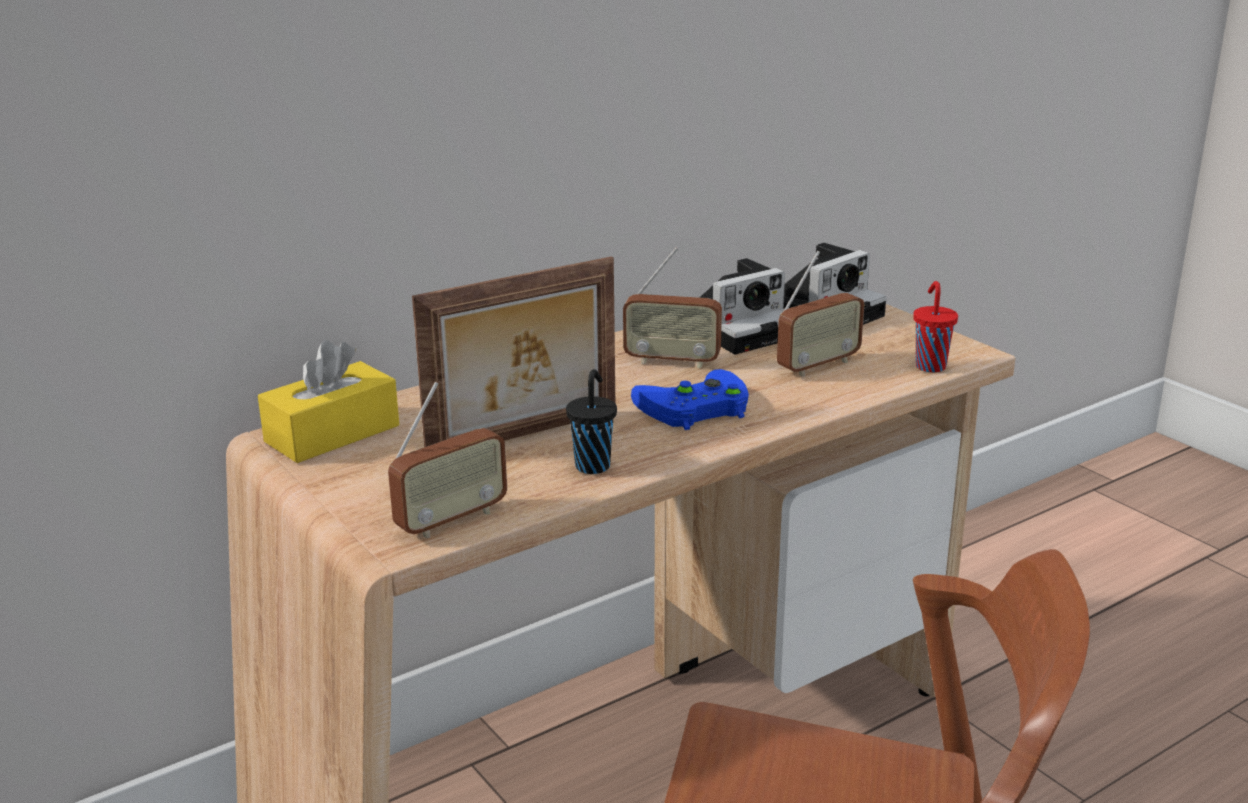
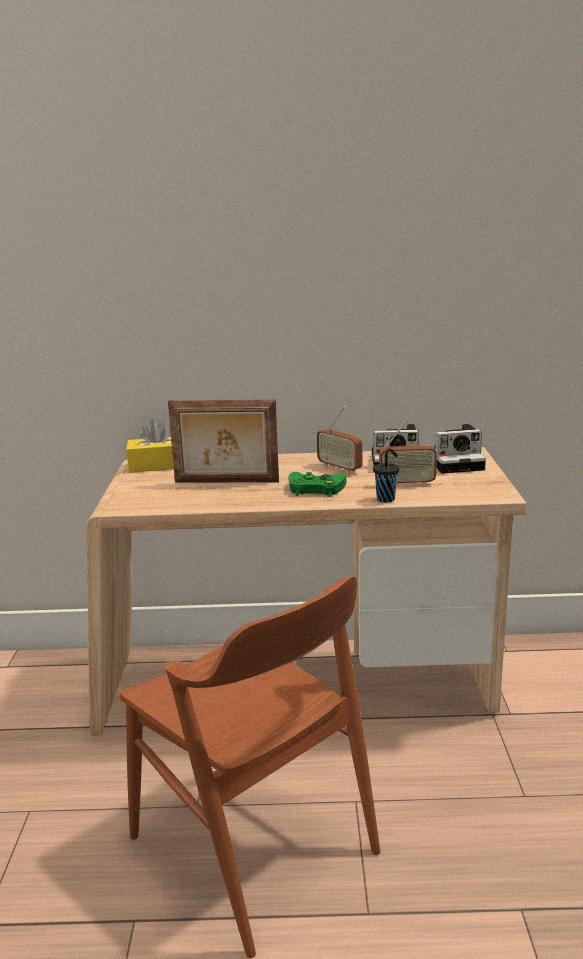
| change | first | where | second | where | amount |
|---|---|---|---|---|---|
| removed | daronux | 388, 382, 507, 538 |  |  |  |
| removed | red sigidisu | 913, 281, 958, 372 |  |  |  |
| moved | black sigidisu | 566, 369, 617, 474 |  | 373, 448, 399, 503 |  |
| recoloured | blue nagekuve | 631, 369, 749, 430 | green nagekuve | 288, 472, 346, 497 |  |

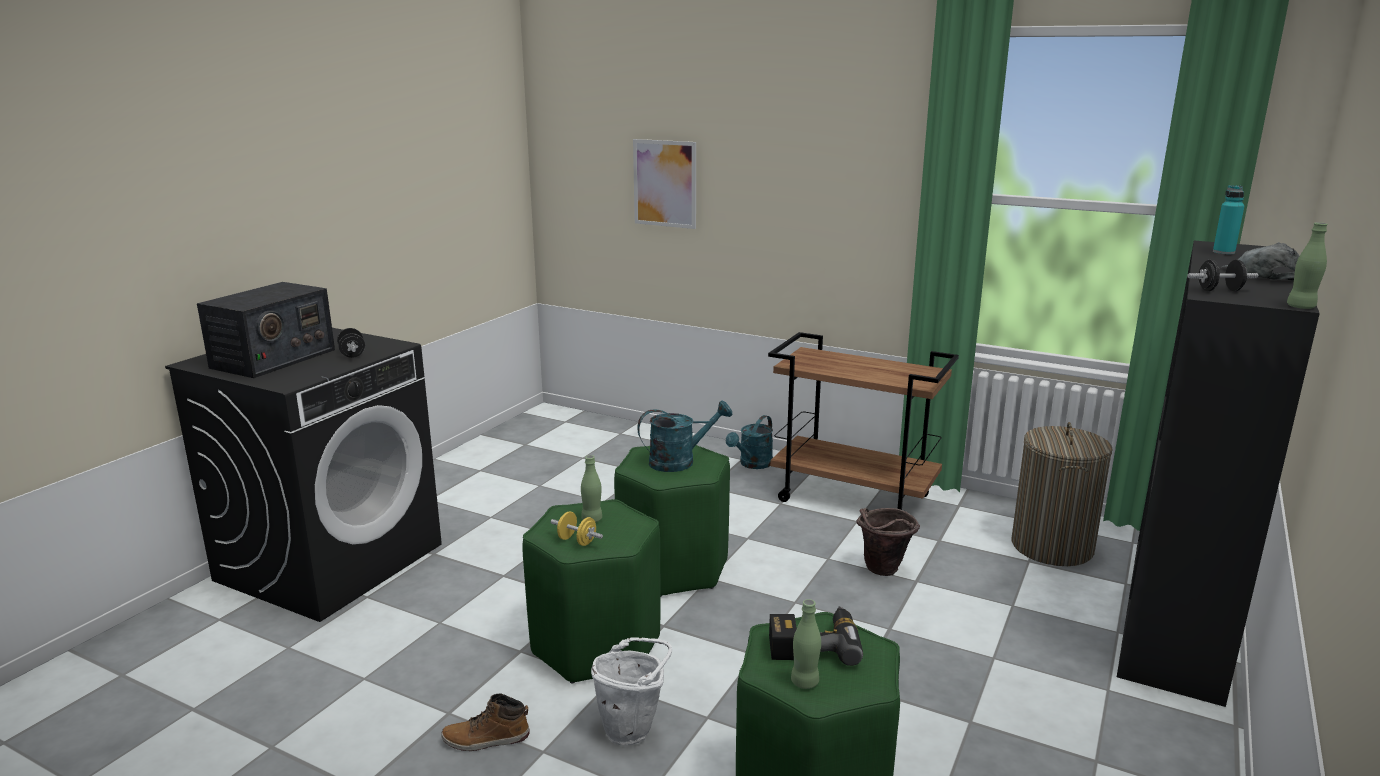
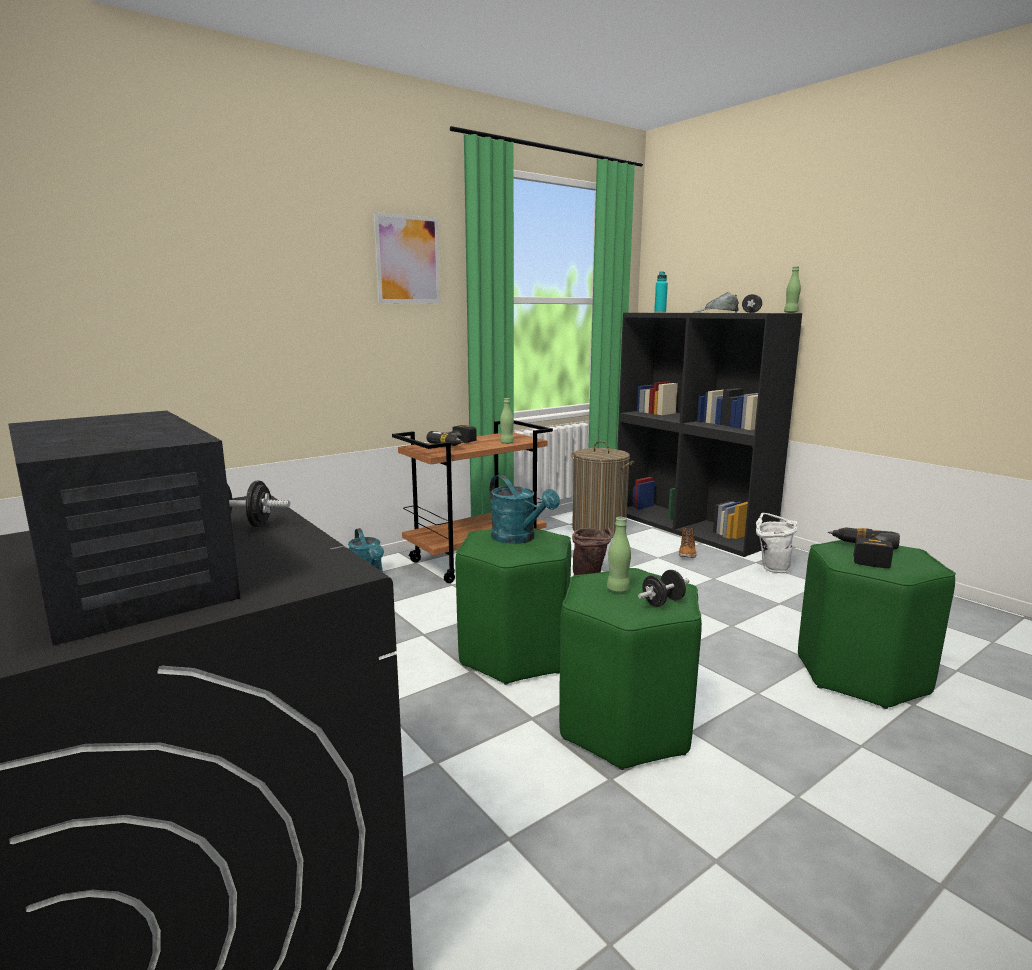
| change | first | where | second | where | amount |
|---|---|---|---|---|---|
| added |  |  | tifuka | 426, 425, 477, 446 |  |
| moved | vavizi | 441, 693, 529, 751 |  | 679, 527, 697, 558 |  |
| moved | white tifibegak | 591, 638, 672, 745 |  | 756, 513, 797, 573 |  |
| moved | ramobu | 633, 139, 696, 229 |  | 373, 212, 440, 303 |  |
| moved | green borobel | 791, 599, 821, 689 |  | 500, 398, 514, 444 |  |
| recoloured | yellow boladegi | 551, 511, 603, 546 | black boladegi | 638, 570, 689, 607 |  |
| turned | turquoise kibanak | 637, 400, 732, 472 |  | 489, 475, 560, 544 | 135 degrees clockwise |

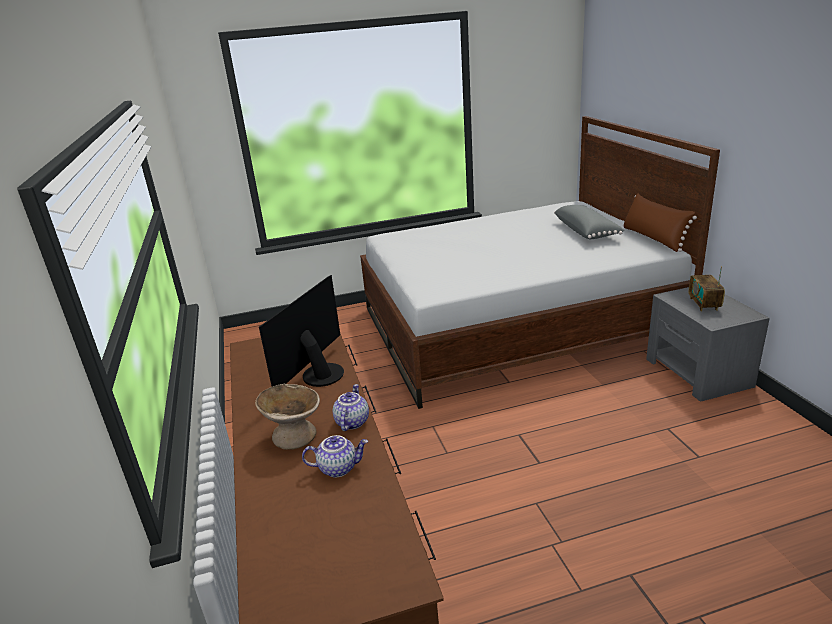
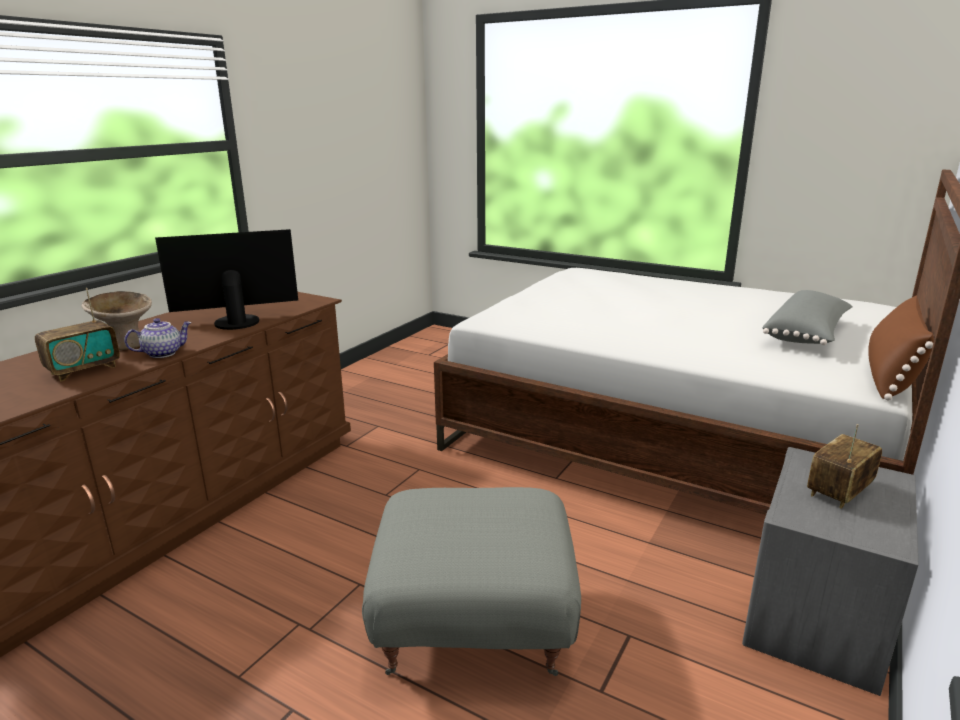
| change | first | where | second | where | amount |
|---|---|---|---|---|---|
| added |  |  | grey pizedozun | 362, 487, 581, 676 |  |
| replaced | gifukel | 302, 435, 368, 477 | daronux | 35, 288, 120, 382 |  |

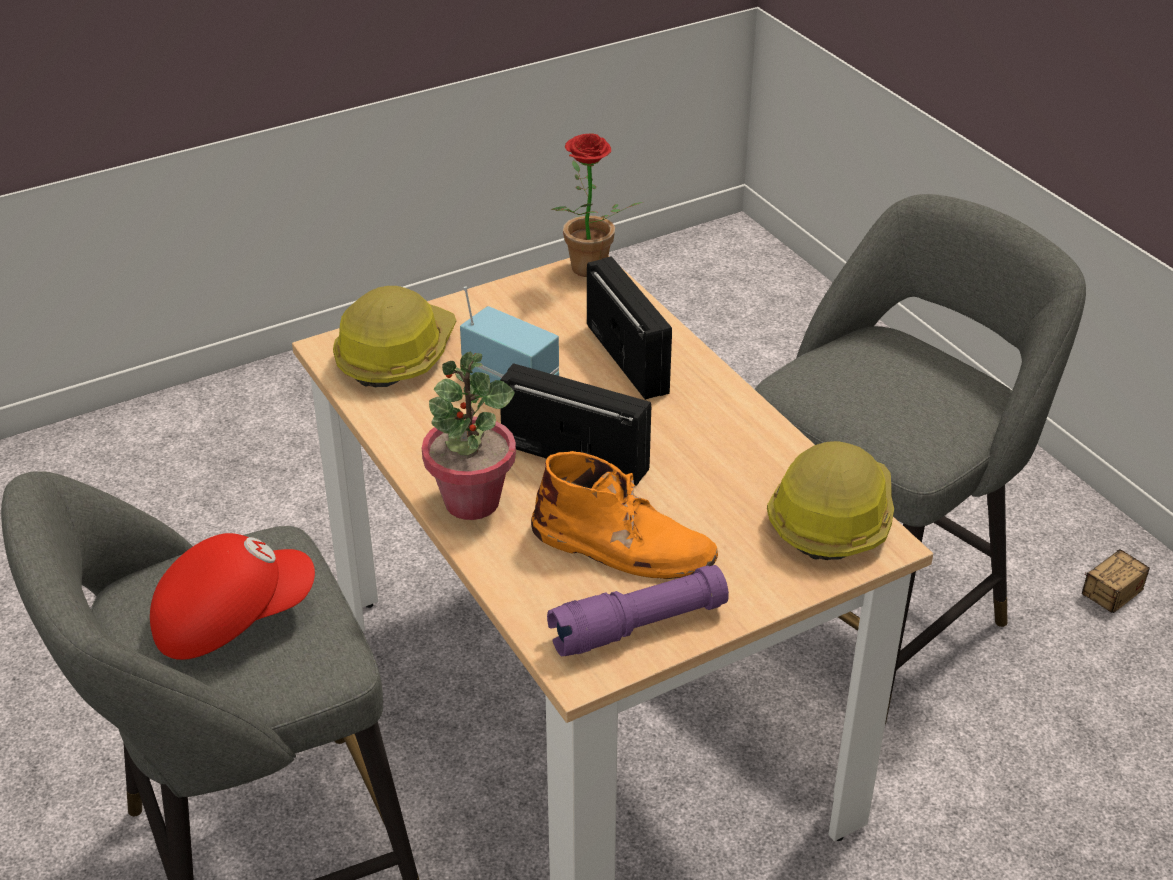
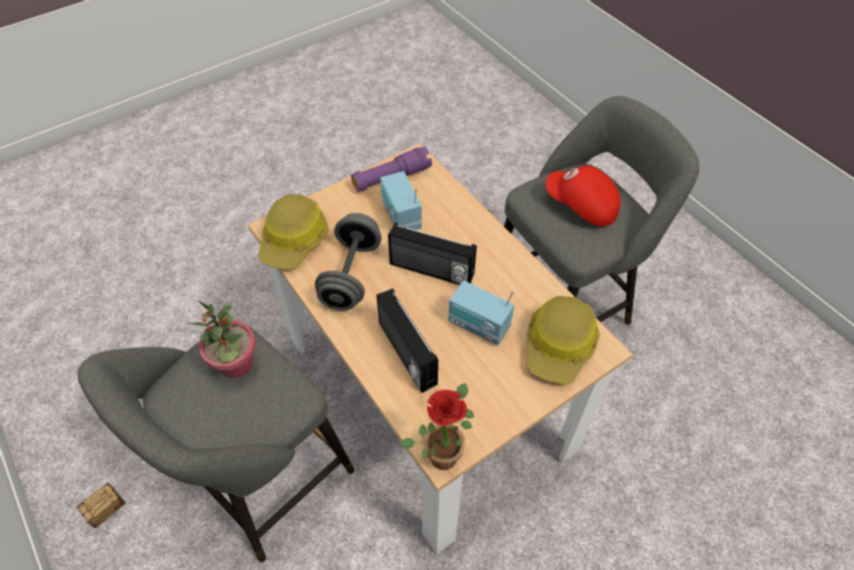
| change | first | where | second | where | amount |
|---|---|---|---|---|---|
| added |  |  | grey boladegi | 315, 213, 381, 310 |  |
| moved | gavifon | 422, 352, 516, 520 |  | 188, 301, 256, 378 |  |
| replaced | orange vavizi | 531, 451, 718, 579 | daronux | 380, 171, 422, 230 |  |
| turned | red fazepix | 150, 533, 315, 660 |  | 546, 166, 620, 226 | 60 degrees clockwise |

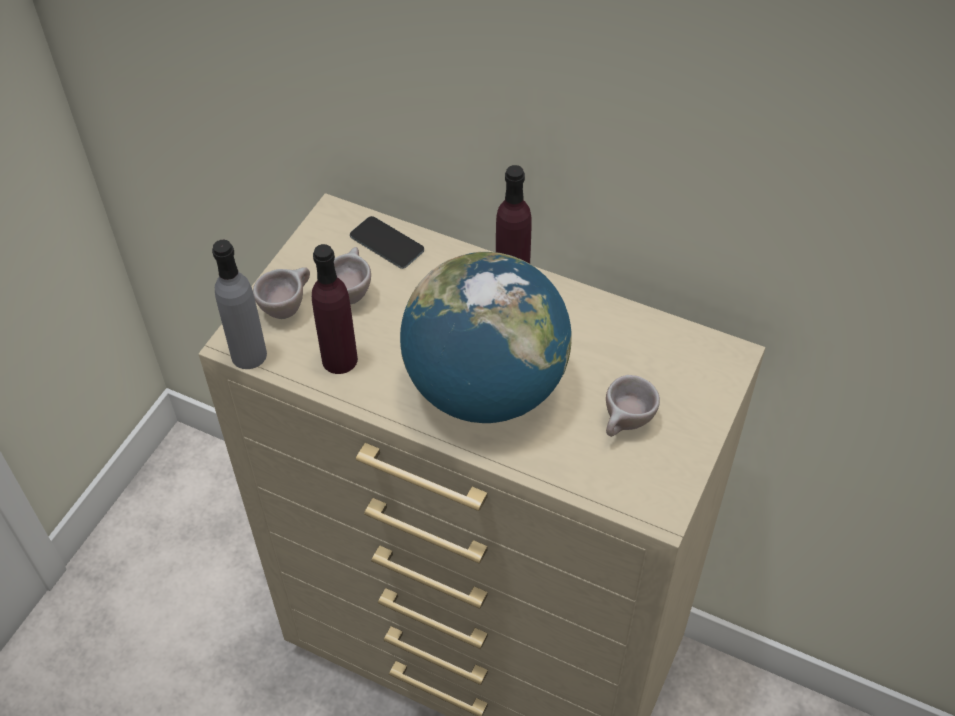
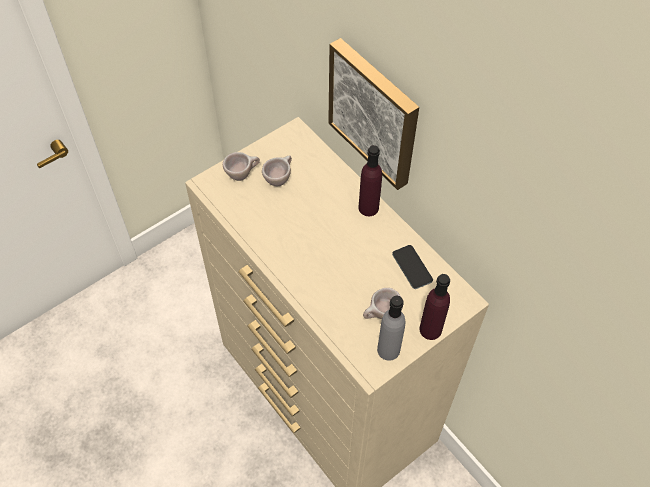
| change | first | where | second | where | amount |
|---|---|---|---|---|---|
| removed | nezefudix | 400, 252, 572, 423 |  |  |  |
| added |  |  | ramobu | 328, 38, 419, 190 |  |
| moved | grey borobel | 212, 240, 267, 369 |  | 377, 296, 405, 361 |  |
| moved | purple borobel | 312, 244, 358, 374 |  | 419, 274, 450, 340 |  |
| moved | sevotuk | 350, 216, 424, 269 |  | 392, 245, 433, 289 |  |

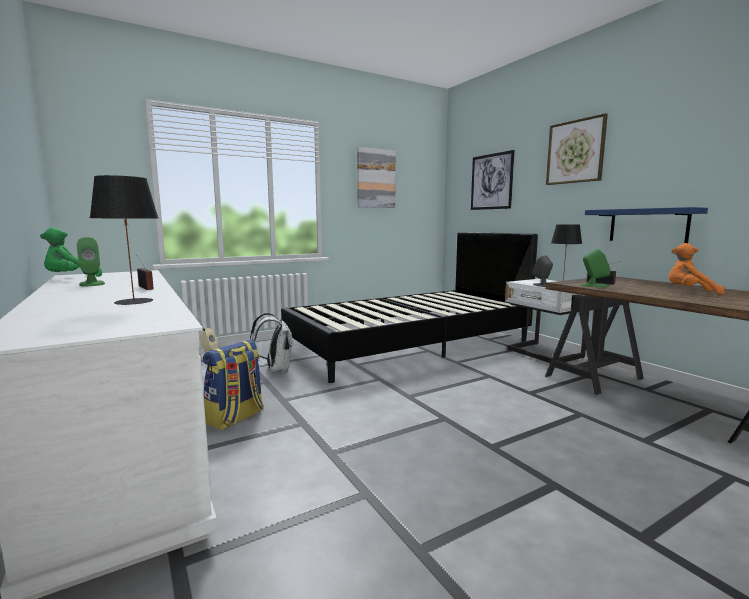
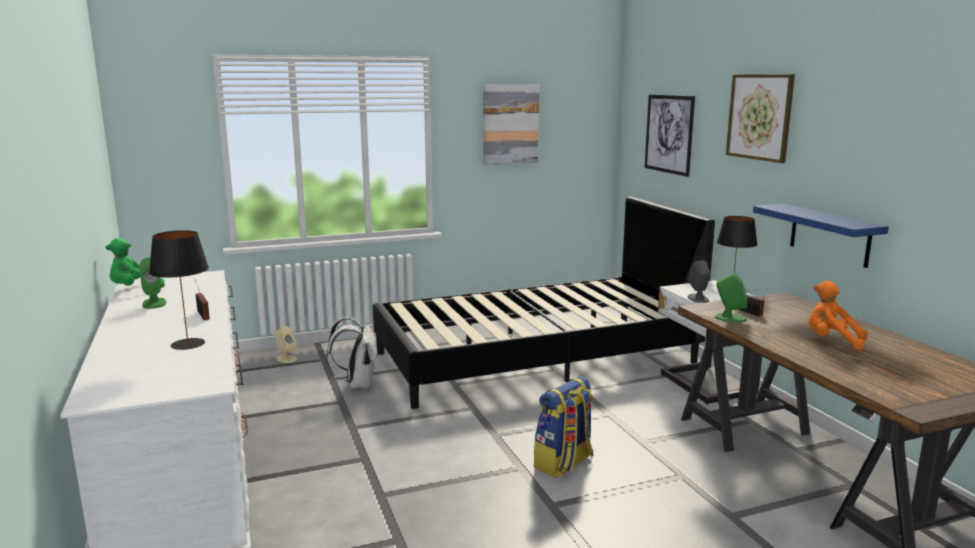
| change | first | where | second | where | amount |
|---|---|---|---|---|---|
| moved | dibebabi | 203, 340, 263, 430 |  | 534, 376, 593, 478 |  |

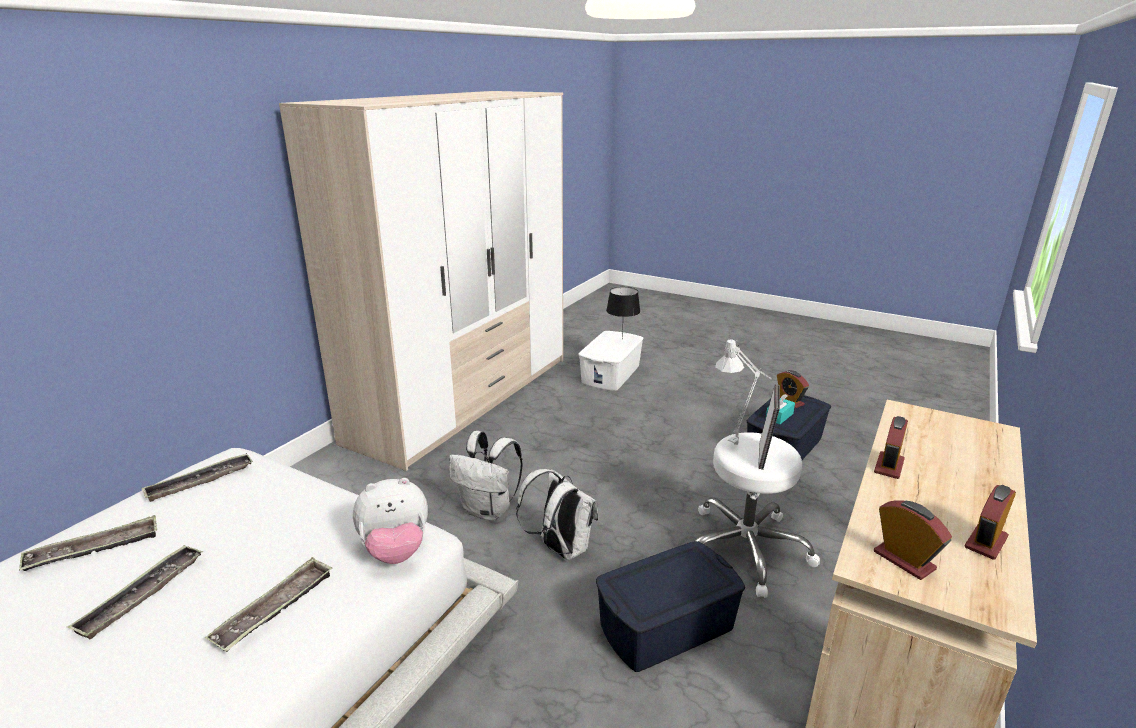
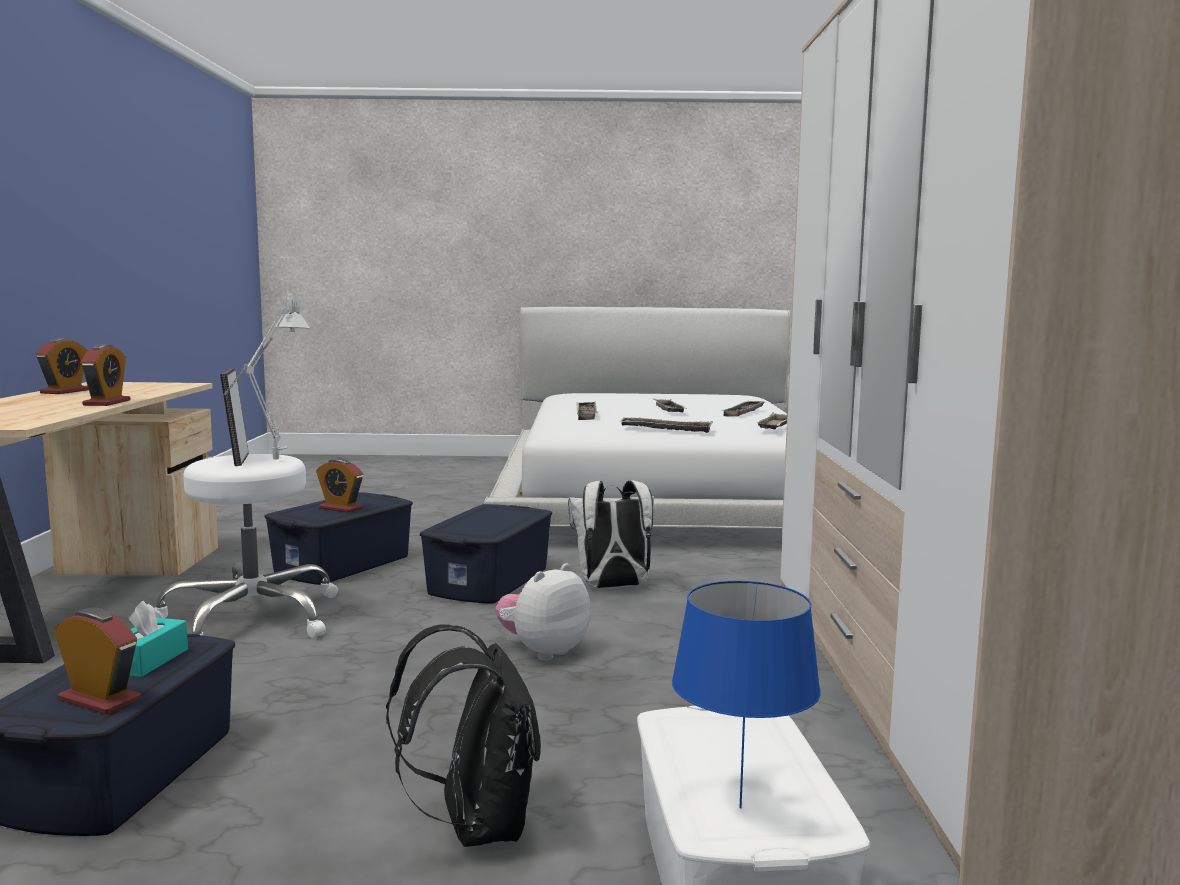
| change | first | where | second | where | amount |
|---|---|---|---|---|---|
| added |  |  | black dibebabi | 386, 624, 541, 847 |  |
| added |  |  | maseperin | 620, 418, 713, 433 |  |
| moved | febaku | 353, 478, 428, 564 |  | 495, 563, 590, 661 |  |
| moved | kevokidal | 874, 500, 952, 580 |  | 316, 458, 363, 513 |  |
| replaced | white dibebabi | 516, 469, 598, 560 | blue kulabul | 420, 504, 552, 604 |  |
| recoloured | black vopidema | 606, 287, 640, 339 | blue vopidema | 672, 581, 821, 808 |  |

